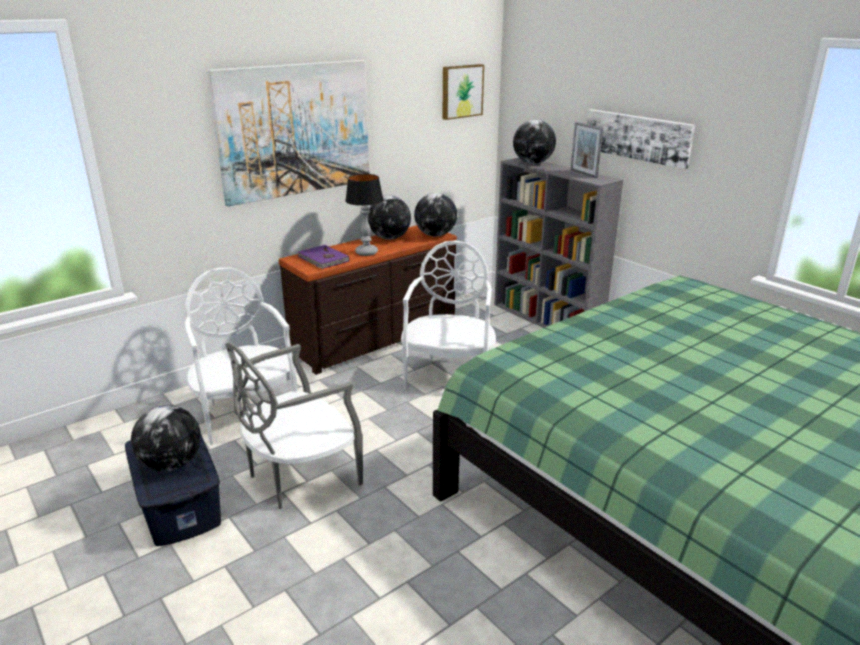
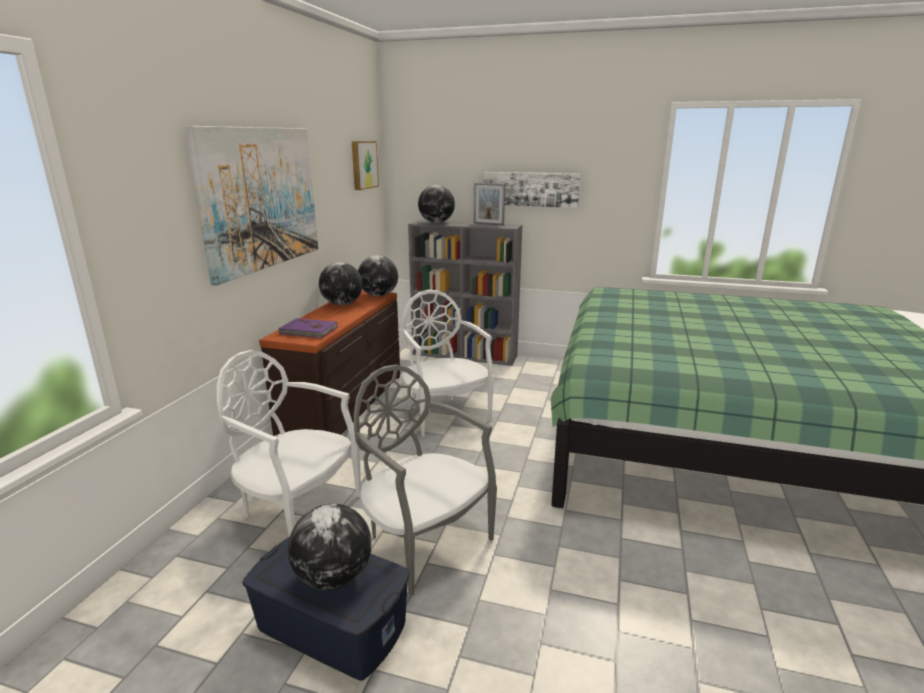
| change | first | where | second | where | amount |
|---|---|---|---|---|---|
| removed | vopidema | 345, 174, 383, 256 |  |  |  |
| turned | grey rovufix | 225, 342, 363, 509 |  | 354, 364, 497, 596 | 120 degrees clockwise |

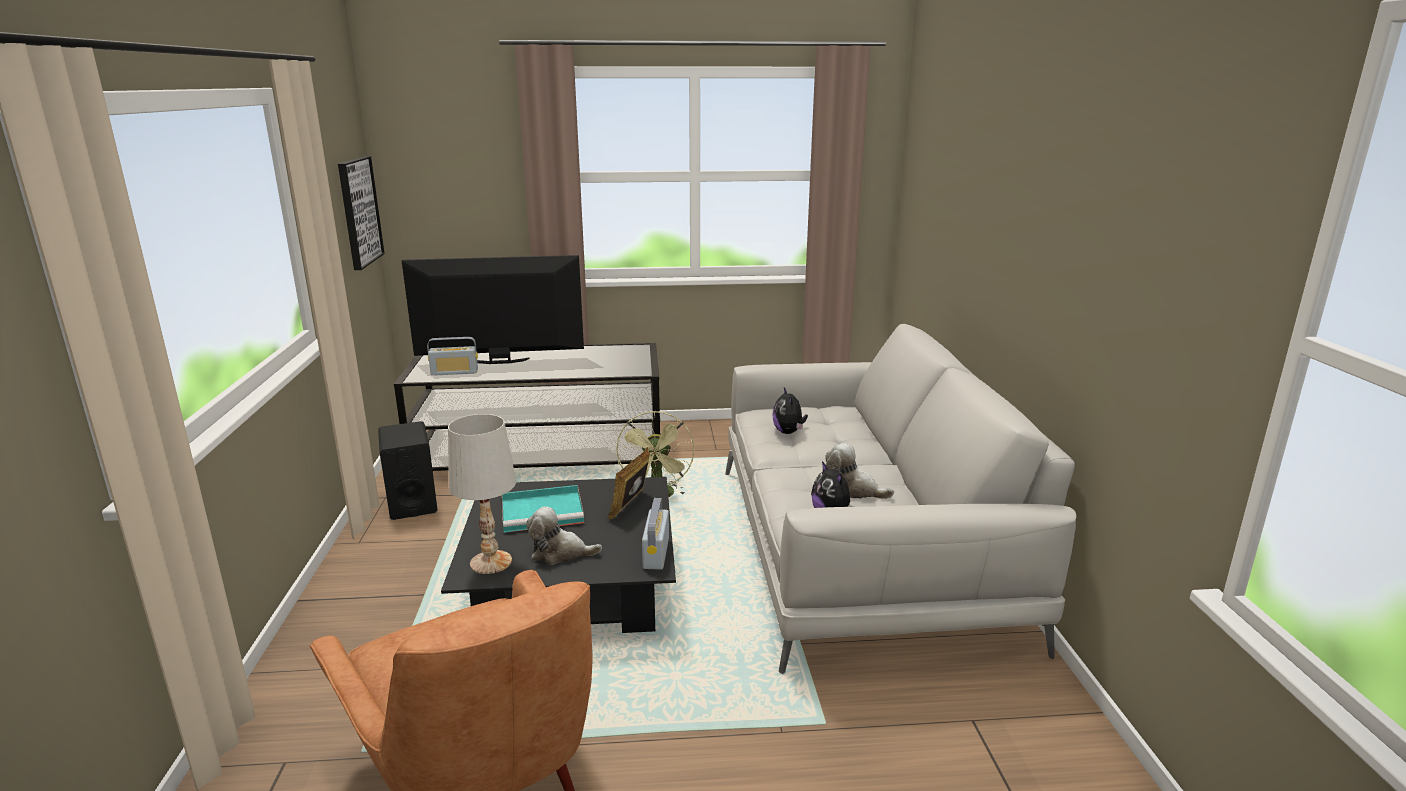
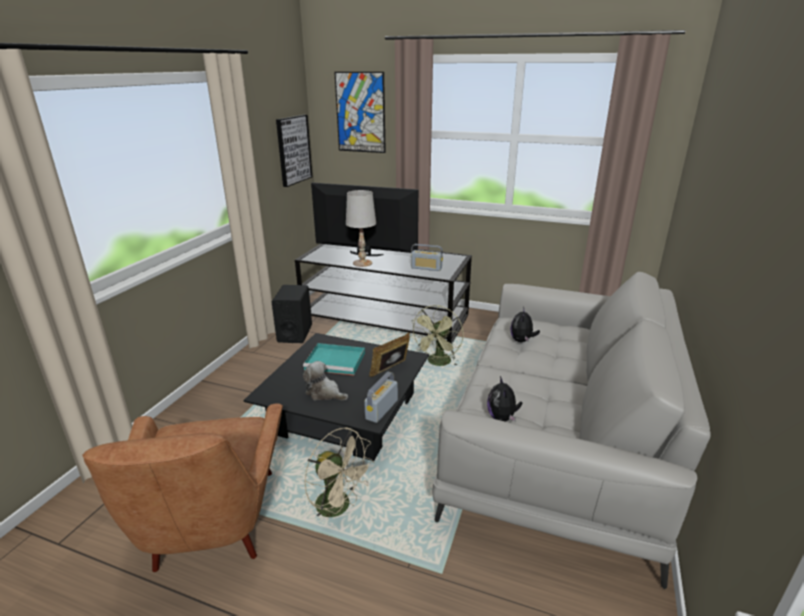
| change | first | where | second | where | amount |
|---|---|---|---|---|---|
| removed | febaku | 825, 443, 894, 499 |  |  |  |
| added |  |  | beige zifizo | 304, 427, 374, 517 |  |
| added |  |  | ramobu | 334, 72, 386, 153 |  |
| moved | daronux | 427, 337, 478, 376 |  | 411, 244, 443, 271 |  |
| moved | white vopidema | 448, 414, 516, 574 |  | 346, 190, 376, 267 |  |

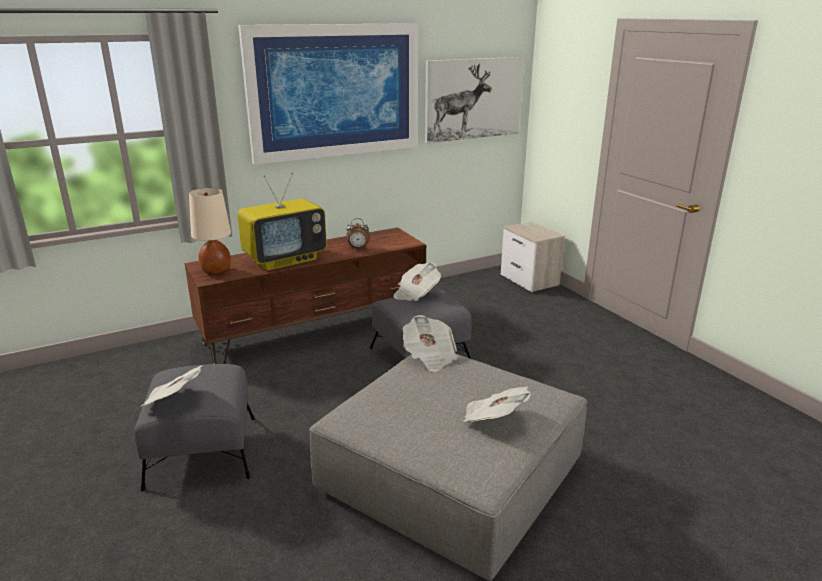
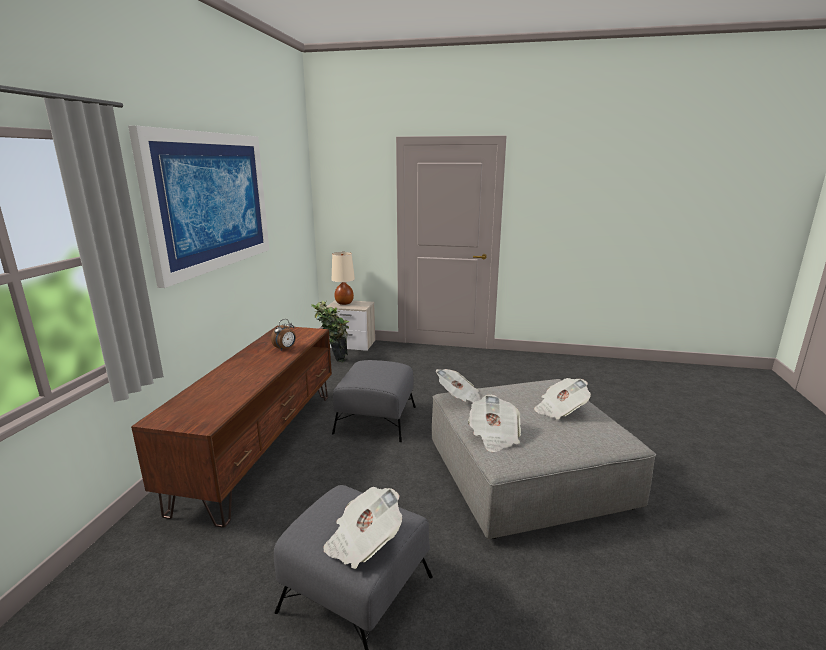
| change | first | where | second | where | amount |
|---|---|---|---|---|---|
| removed | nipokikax | 237, 172, 327, 271 |  |  |  |
| removed | ramobu | 425, 57, 524, 143 |  |  |  |
| added |  |  | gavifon | 311, 301, 350, 362 |  |
| moved | beige vopidema | 189, 188, 231, 275 |  | 332, 252, 355, 305 |  |
| moved | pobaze | 393, 262, 441, 301 |  | 468, 395, 521, 452 |  |

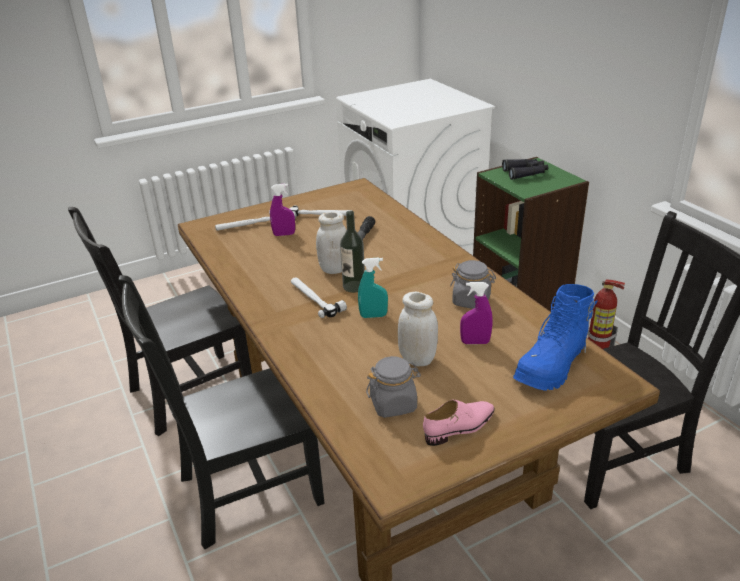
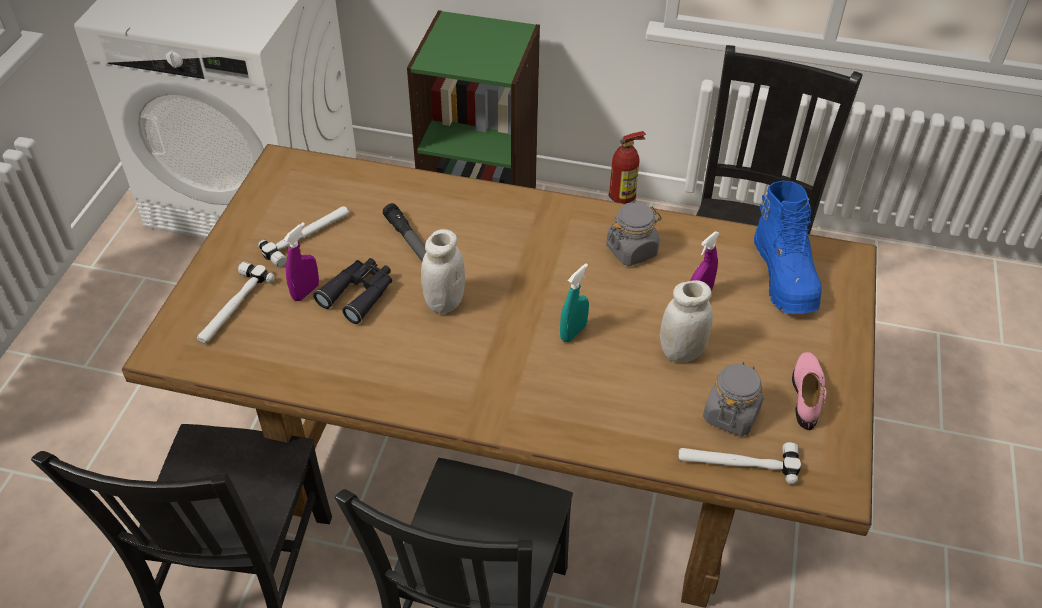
| change | first | where | second | where | amount |
|---|---|---|---|---|---|
| removed | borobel | 340, 211, 365, 293 |  |  |  |
| moved | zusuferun | 291, 277, 347, 318 |  | 678, 442, 801, 484 |  |
| moved | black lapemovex | 502, 159, 548, 180 |  | 313, 258, 392, 324 |  |

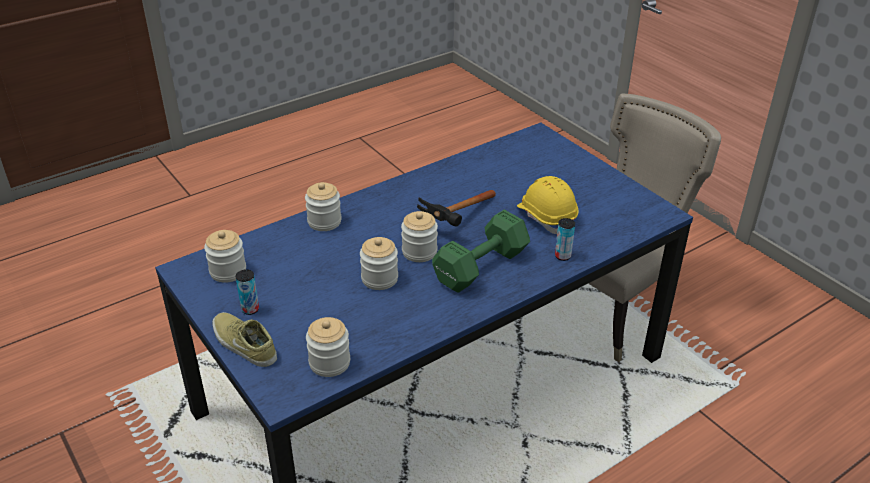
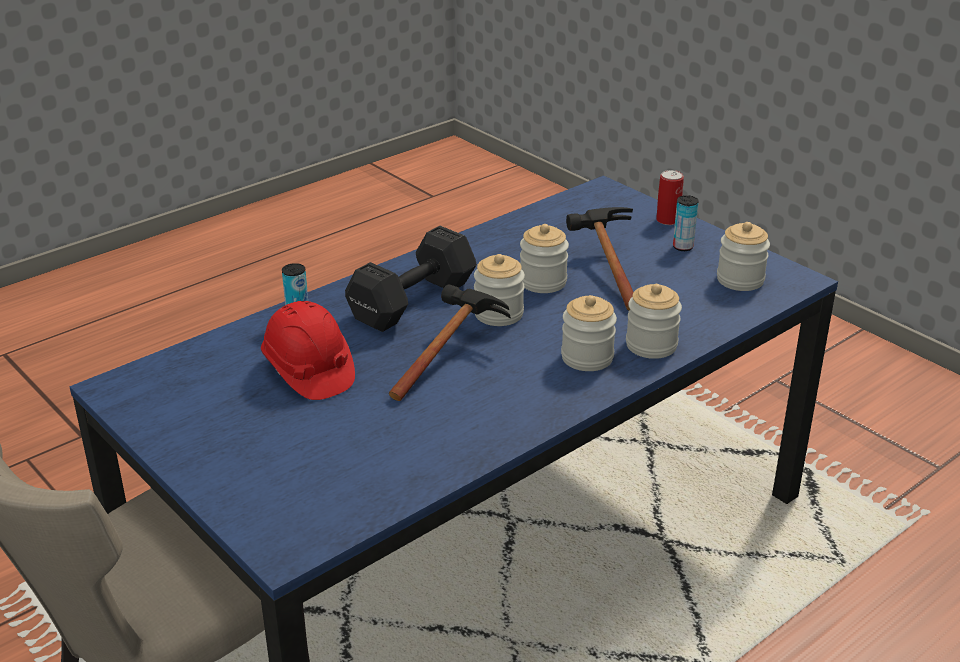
| change | first | where | second | where | amount |
|---|---|---|---|---|---|
| added |  |  | zusuferun | 566, 207, 634, 311 |  |
| moved | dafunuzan | 306, 317, 350, 377 |  | 561, 295, 617, 371 |  |
| replaced | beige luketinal | 212, 312, 277, 367 | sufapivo | 656, 170, 684, 225 |  |
| recoloured | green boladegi | 432, 210, 530, 293 | black boladegi | 345, 226, 477, 332 |  |
| recoloured | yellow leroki | 517, 176, 578, 234 | red leroki | 261, 301, 355, 400 |  |

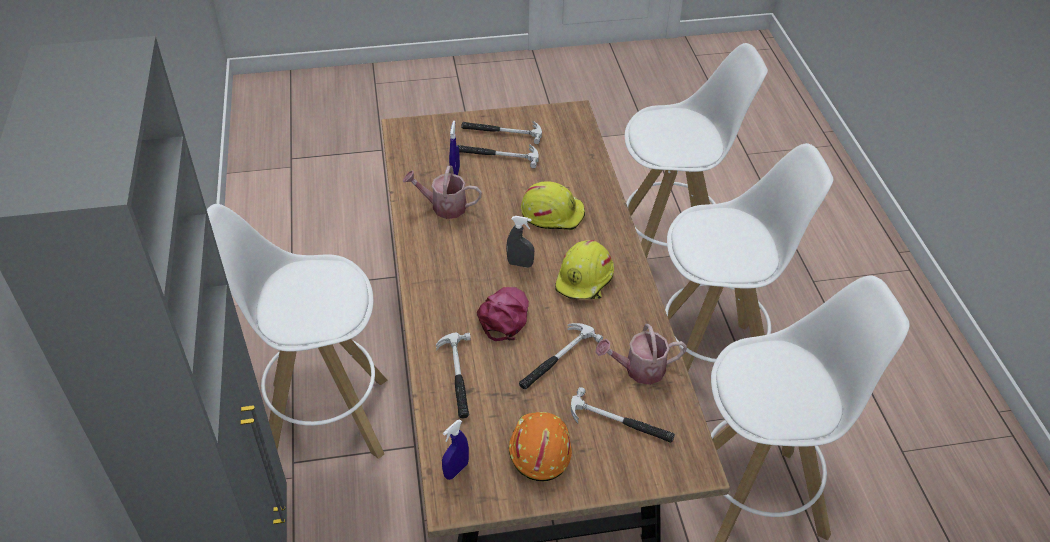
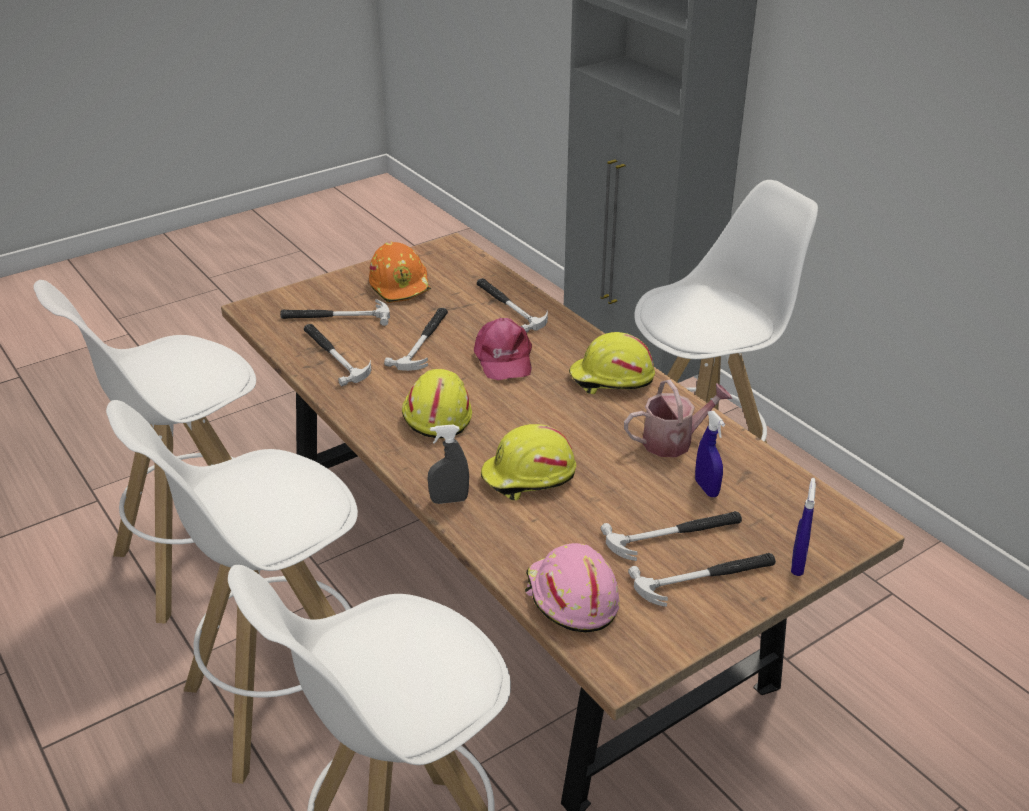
| change | first | where | second | where | amount |
|---|---|---|---|---|---|
| added |  |  | pink leroki | 525, 543, 620, 633 |  |
| added |  |  | yellow leroki | 569, 332, 655, 394 |  |
| moved | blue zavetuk | 442, 419, 469, 480 |  | 791, 478, 816, 576 |  |
| moved | grey zavetuk | 506, 216, 534, 268 |  | 427, 425, 469, 504 |  |
| replaced | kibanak | 596, 324, 687, 385 | zusuferun | 304, 324, 371, 386 |  |

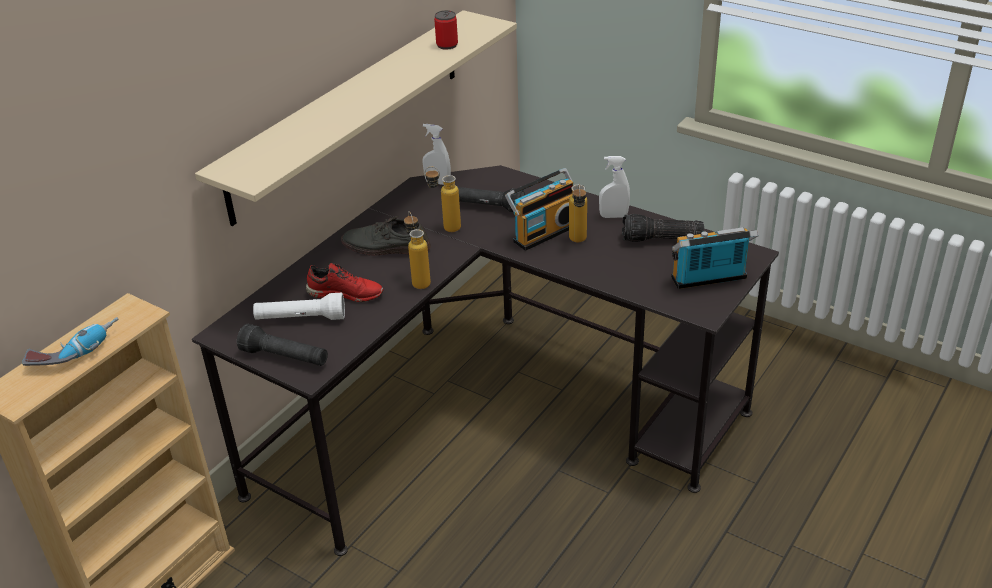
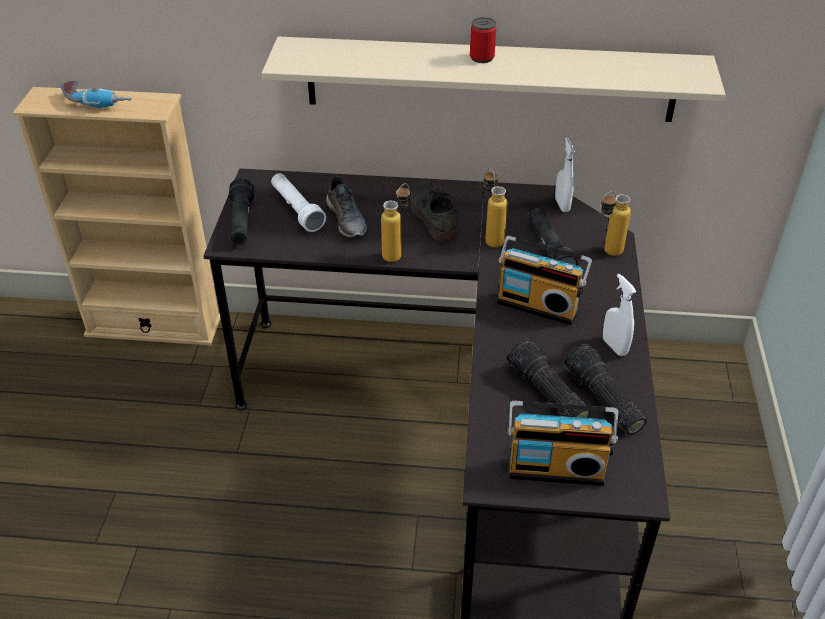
| change | first | where | second | where | amount |
|---|---|---|---|---|---|
| added |  |  | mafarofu | 507, 339, 591, 418 |  |
| moved | sufapivo | 434, 10, 458, 50 |  | 470, 17, 496, 63 |  |
| moved | borobel | 569, 184, 587, 242 |  | 601, 191, 631, 256 |  |
| recoloured | red luketinal | 306, 263, 384, 302 | grey luketinal | 326, 176, 367, 238 |  |
| turned | daronux | 671, 227, 759, 289 |  | 507, 400, 618, 486 | 135 degrees clockwise |

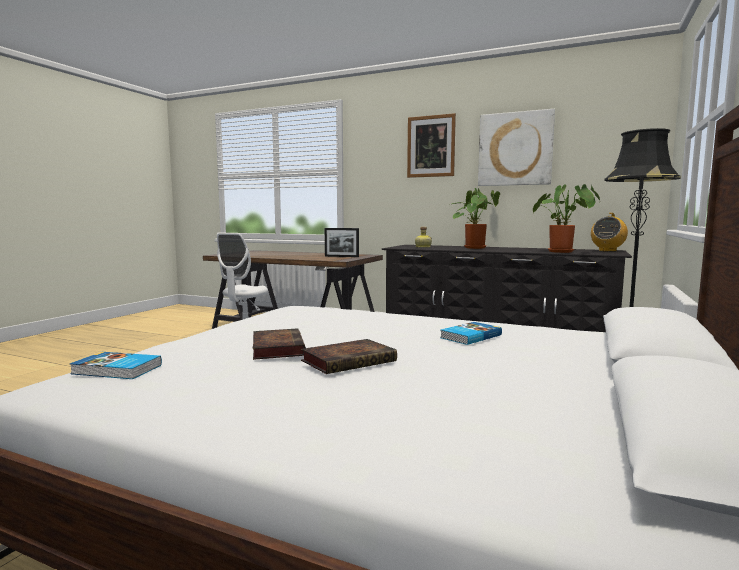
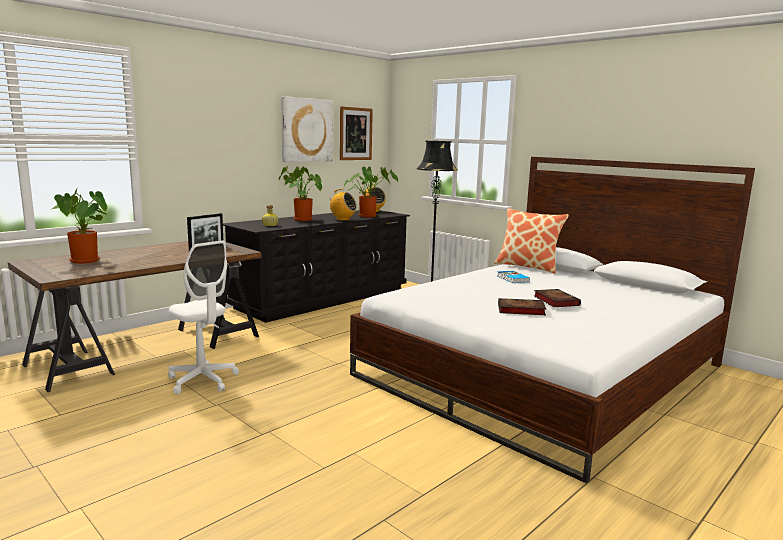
| change | first | where | second | where | amount |
|---|---|---|---|---|---|
| removed | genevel | 70, 352, 162, 379 |  |  |  |
| added |  |  | gavifon | 52, 188, 107, 264 |  |
| added |  |  | daronux | 327, 189, 357, 221 |  |
| added |  |  | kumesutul | 494, 208, 569, 274 |  |
| moved | ramobu | 407, 113, 456, 178 |  | 340, 106, 373, 160 |  |

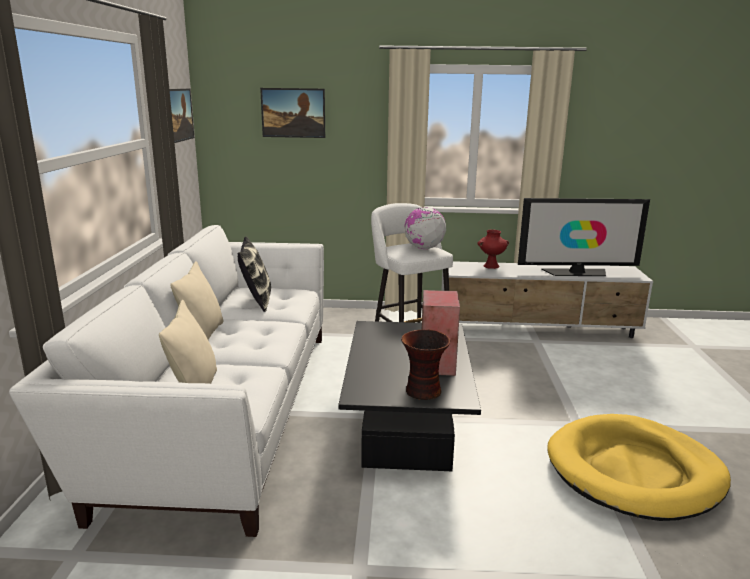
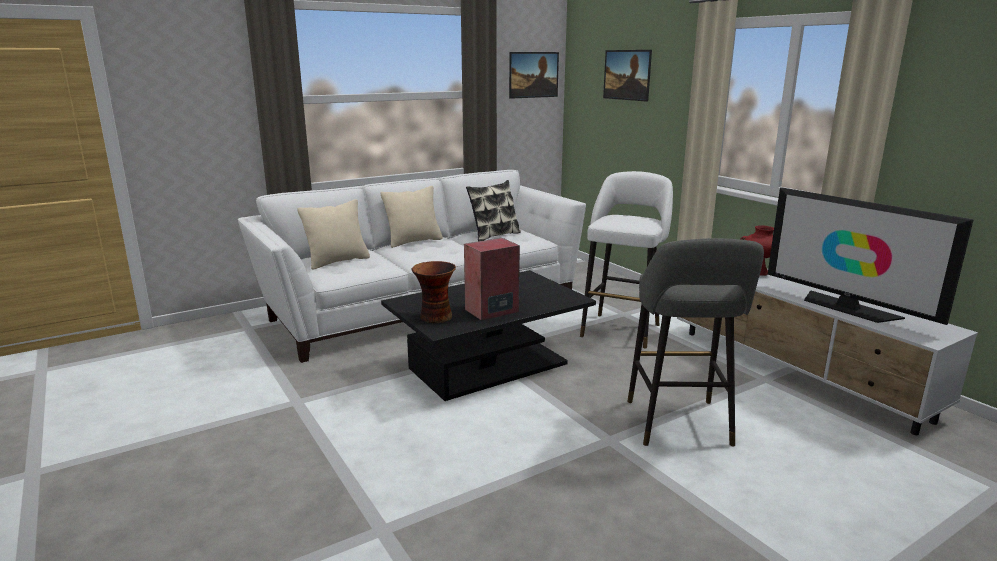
| change | first | where | second | where | amount |
|---|---|---|---|---|---|
| removed | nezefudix | 404, 207, 446, 249 |  |  |  |
| removed | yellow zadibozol | 547, 414, 731, 521 |  |  |  |
| added |  |  | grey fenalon | 627, 238, 764, 446 |  |

